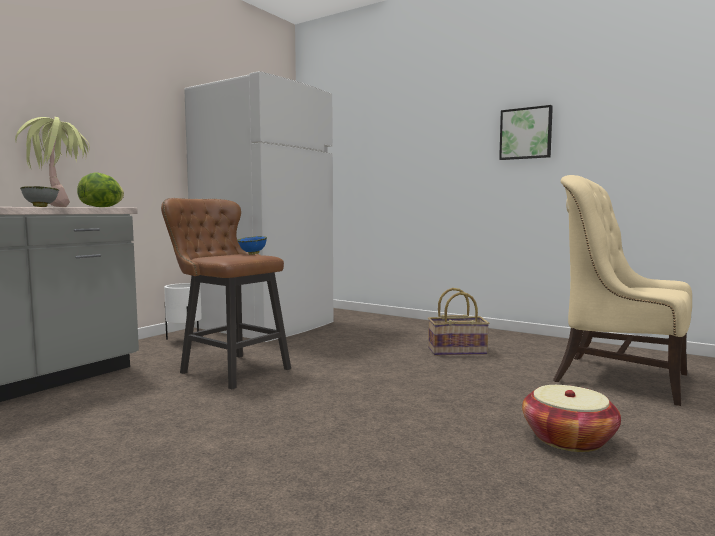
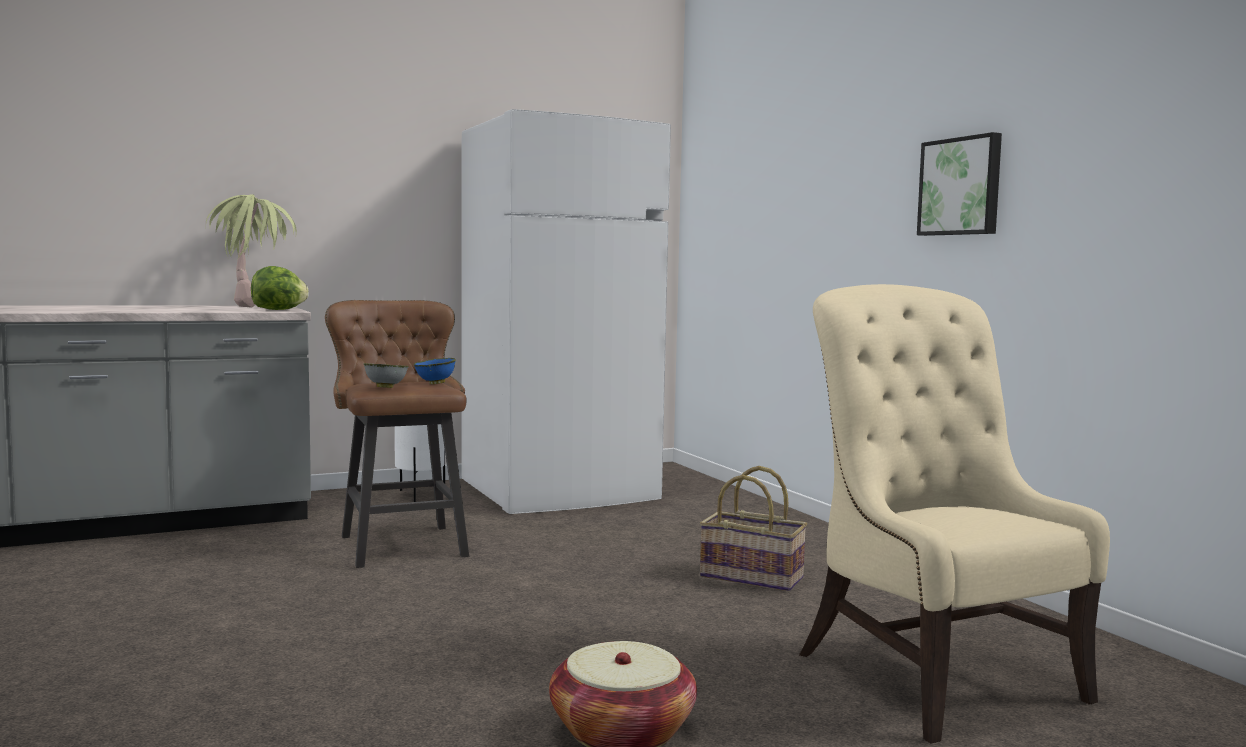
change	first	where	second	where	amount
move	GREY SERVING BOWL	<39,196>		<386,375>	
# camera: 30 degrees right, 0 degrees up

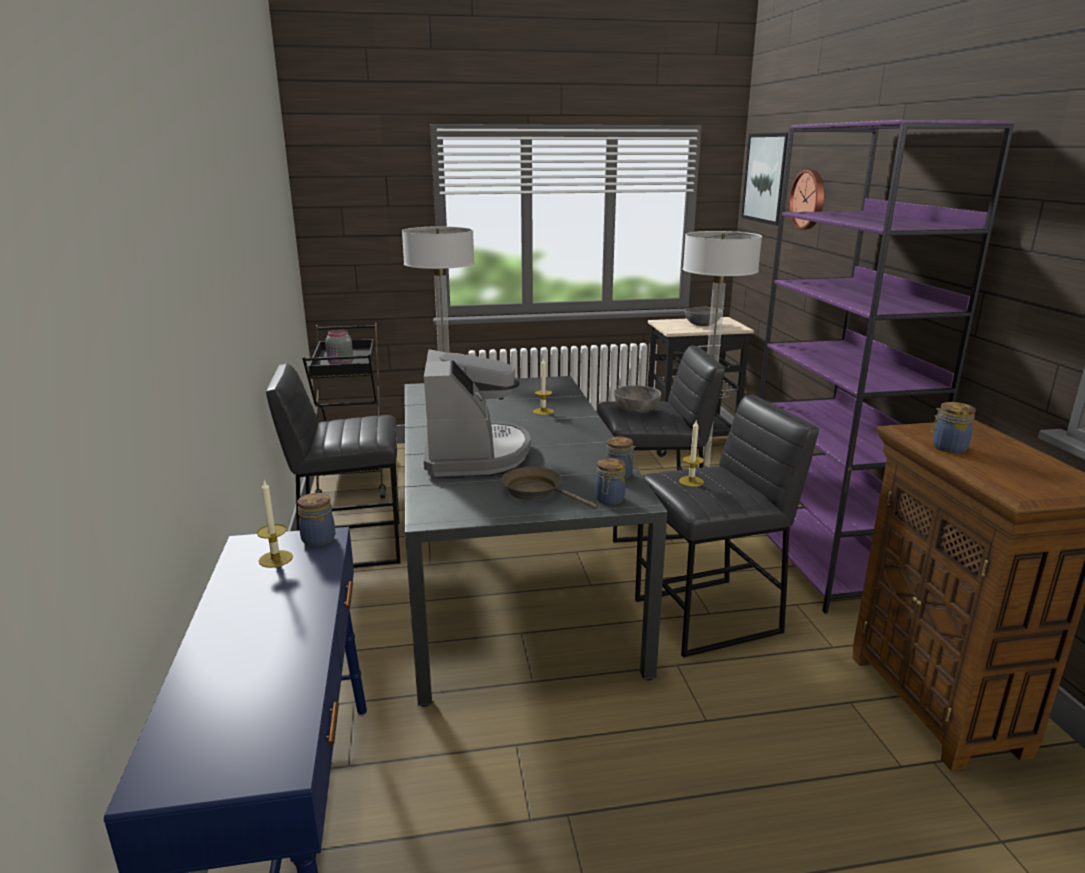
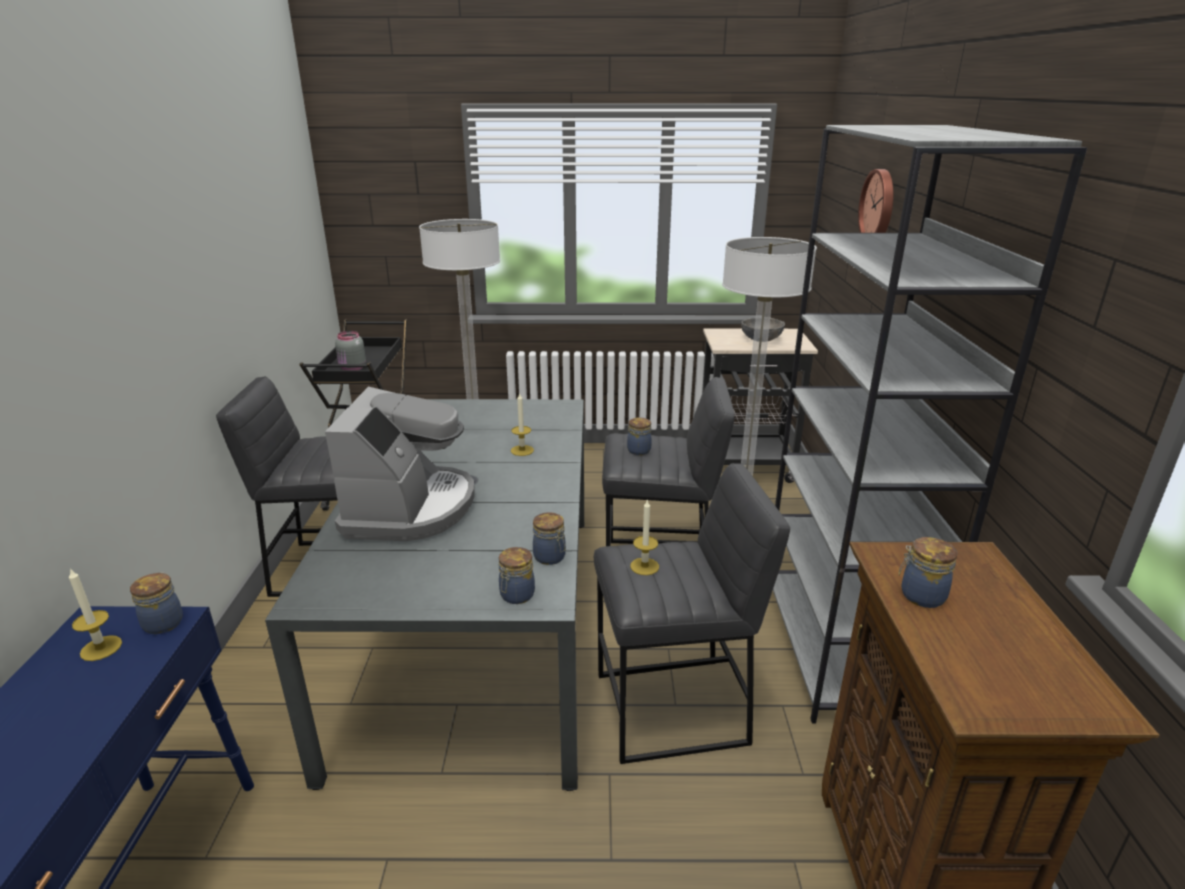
change	first	where	second	where	amount
delete	BROWNISH PAN	<550,488>			
replace	GREY SERVING BOWL	<637,399>	STORAGE JAR	<639,436>	
delete	WALL ART	<764,179>			
recolor	PURPLISH SHELVING UNIT	<886,367>	GREY SHELVING UNIT	<930,424>	
# camera: 10 degrees right, 5 degrees up

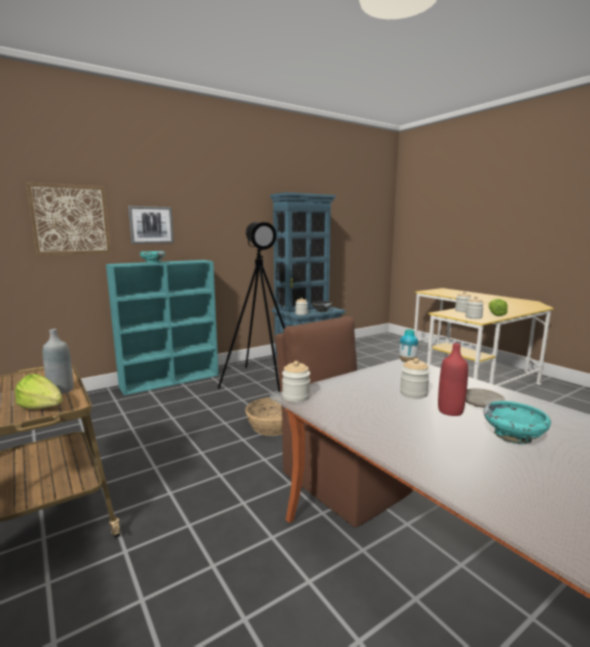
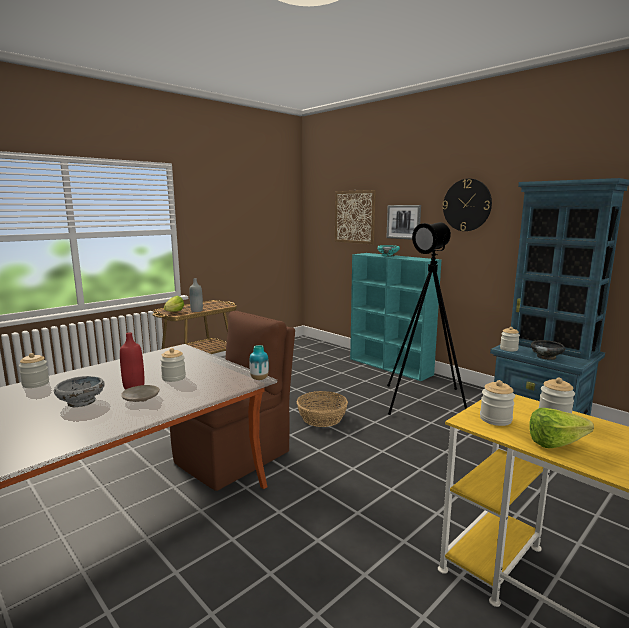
change	first	where	second	where	amount
move	STORAGE JAR	<296,381>		<34,370>	
recolor	BLUE-GREEN SERVING BOWL	<517,422>	GREY SERVING BOWL	<79,392>	
insert			WALL CLOCK	<467,205>	
# camera: 80 degrees right, 0 degrees up

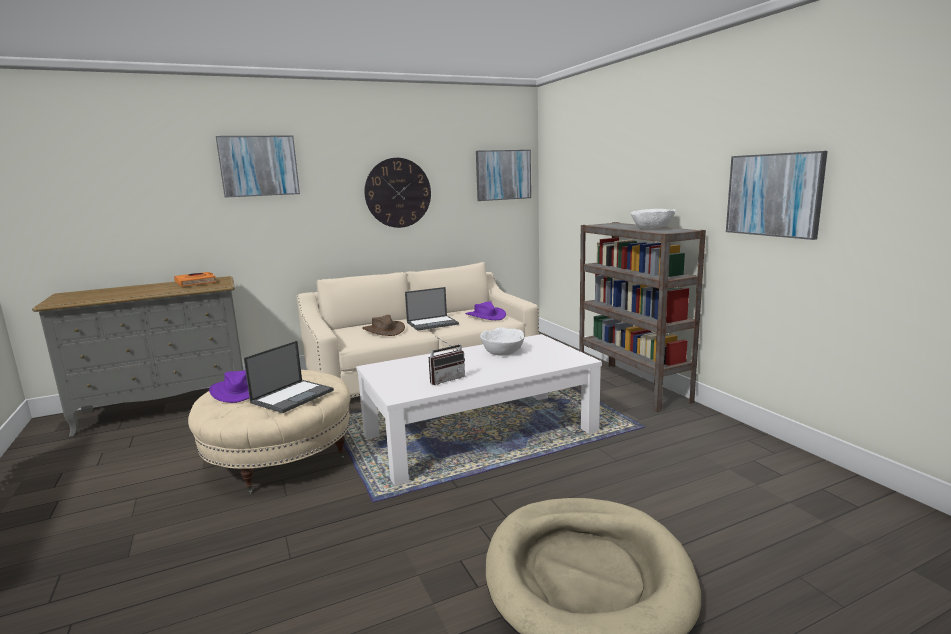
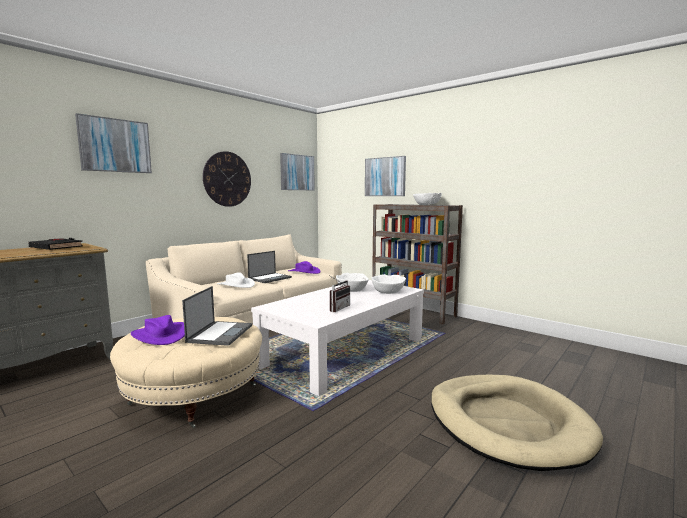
change	first	where	second	where	amount
recolor	ORANGEY VOLUME	<195,279>	BLACK VOLUME	<55,244>	
recolor	BROWNISH CLOTHING HAT	<383,325>	WHITE-COLOURED CLOTHING HAT	<236,280>	
move	WALL ART	<776,195>		<385,176>	
insert			WHITE-COLOURED SERVING BOWL	<389,284>	
# camera: 25 degrees left, 5 degrees down

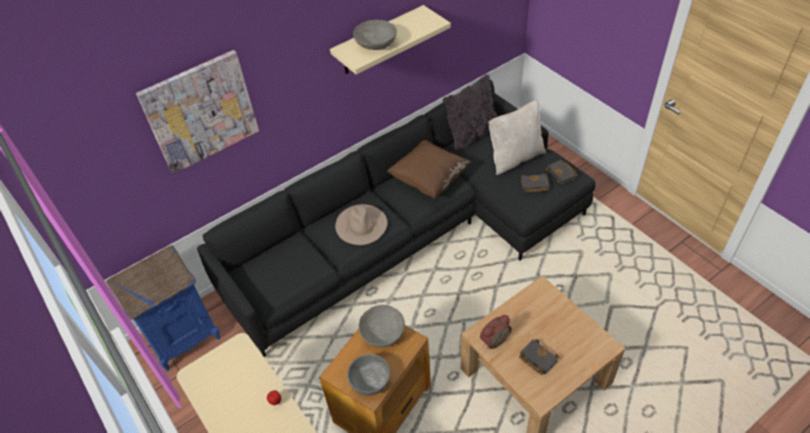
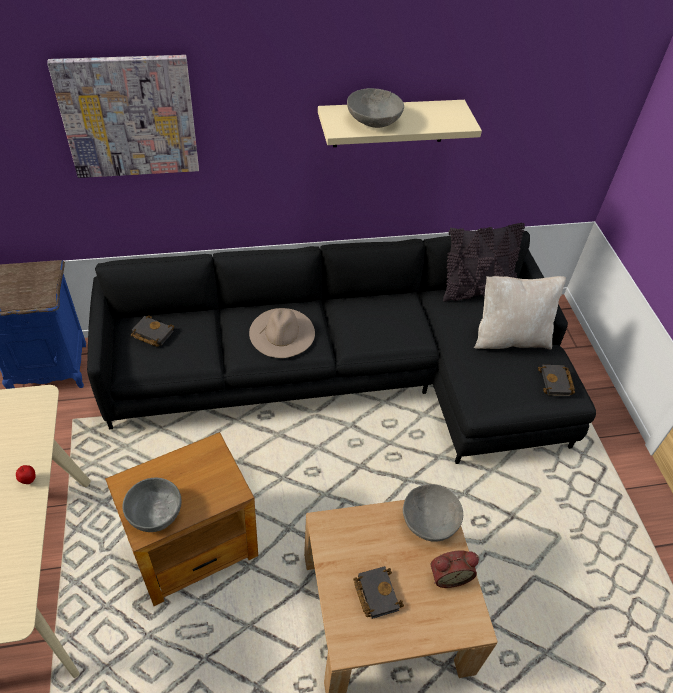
change	first	where	second	where	amount
move	GREY SERVING BOWL	<382,326>		<433,513>	
delete	BROWNISH THROW PILLOW	<429,169>			
move	ALARM CLOCK	<496,332>		<455,569>	
move	BLACK VOLUME	<535,182>		<152,331>	
# camera: 20 degrees right, 0 degrees up

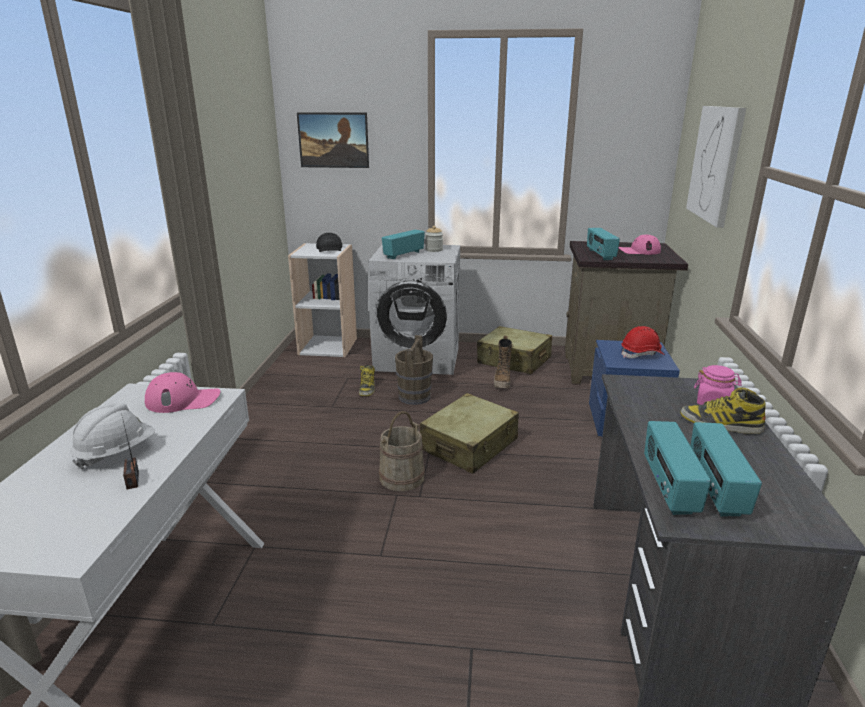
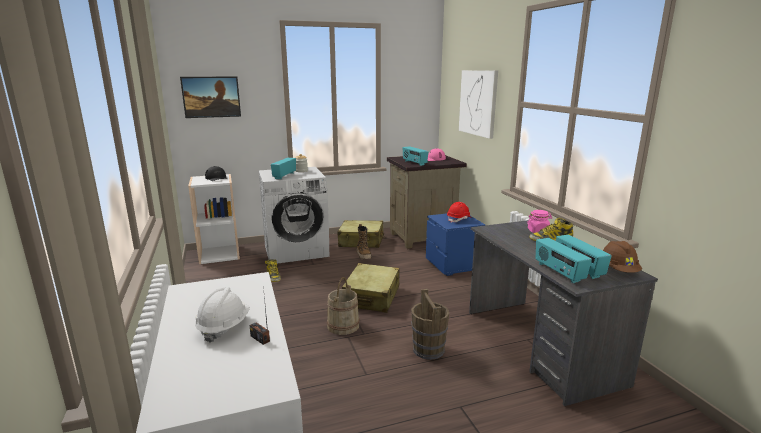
change	first	where	second	where	amount
delete	PINK CAP	<183,392>			
move	BROWNISH BUCKET	<414,370>		<430,324>	
insert			BROWNISH WORK HELMET	<622,257>	
# camera: 25 degrees left, 5 degrees down

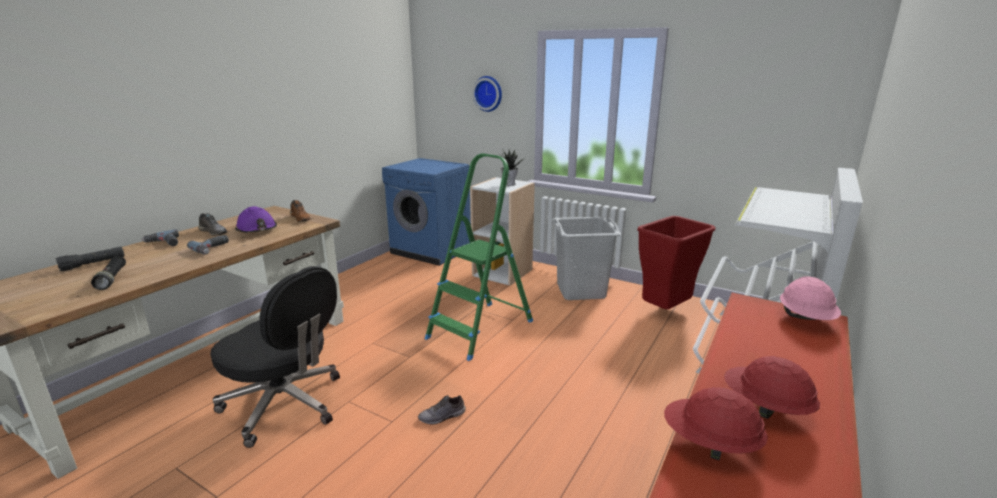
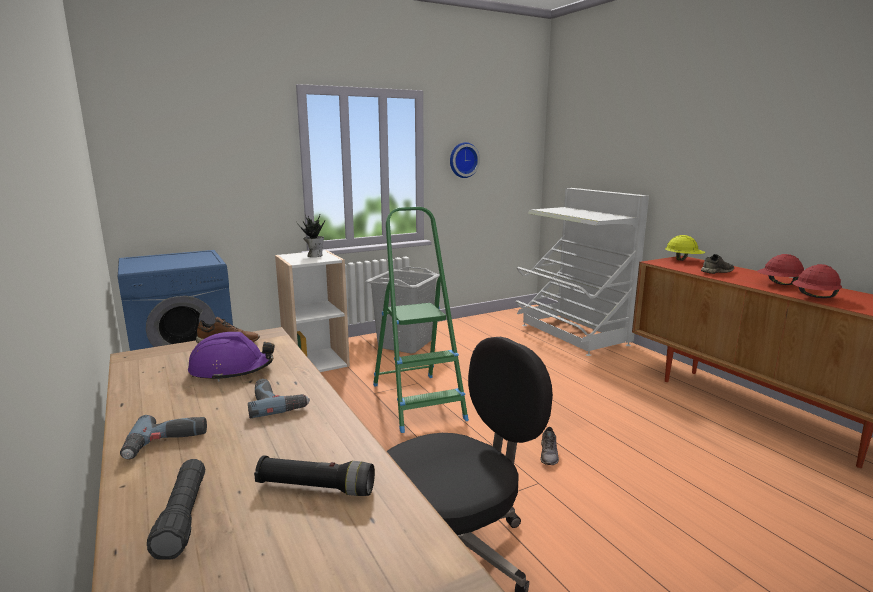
change	first	where	second	where	amount
move	GREY SHOE	<212,224>		<717,264>	
move	WALL CLOCK	<487,94>		<465,160>	
delete	RED-COLOURED RUBBISH BIN	<676,262>			
recolor	PINK WORK HELMET	<810,298>	YELLOW WORK HELMET	<685,248>	
# camera: 60 degrees left, 5 degrees down

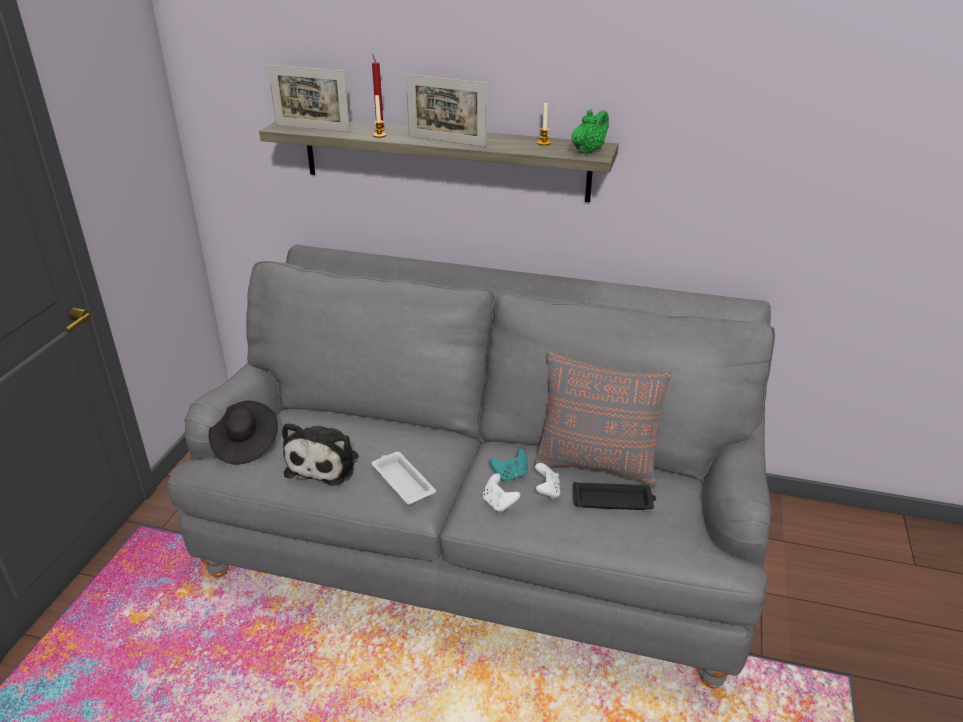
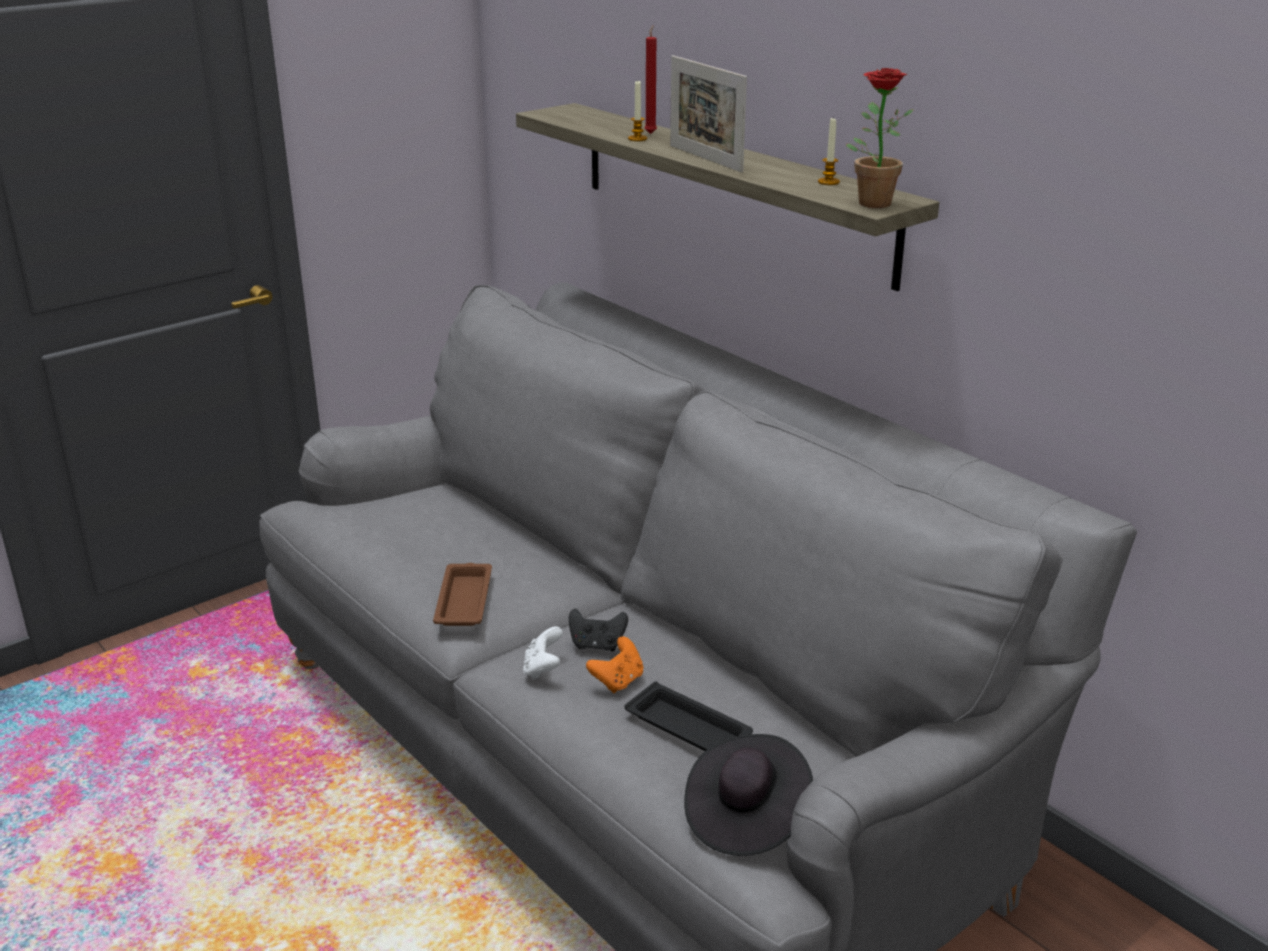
change	first	where	second	where	amount
move	BLACK CLOTHING HAT	<243,432>		<748,795>	
delete	STANDING FRAME	<309,98>			
delete	CUDDLY TOY	<320,454>			
recolor	WHITE-COLOURED TRAY	<403,478>	BROWNISH TRAY	<462,594>	
recolor	BLUE-GREEN JOYPAD	<508,465>	BLACK JOYPAD	<598,630>	
delete	GREY THROW PILLOW	<603,419>			
recolor	WHITE-COLOURED JOYPAD	<547,481>	ORANGEY JOYPAD	<614,664>	
replace	GREEN-COLOURED TEA POT	<590,132>	POTTED PLANT	<880,138>	
# camera: 35 degrees right, 5 degrees down

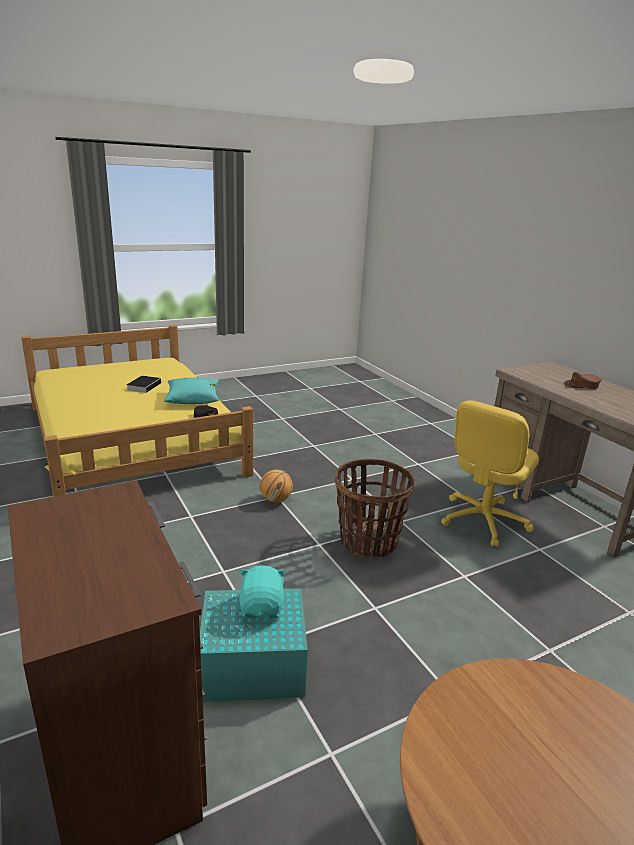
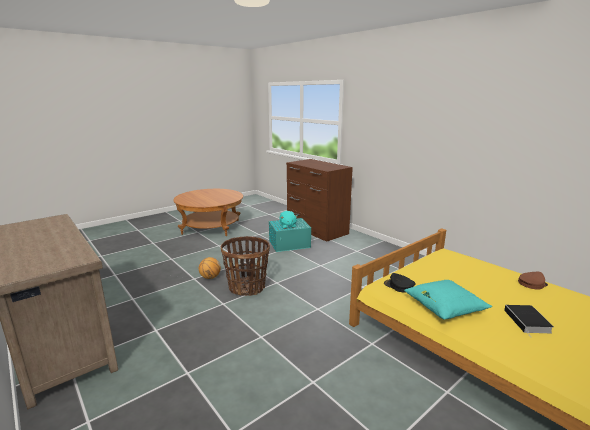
change	first	where	second	where	amount
move	BASKETBALL	<276,486>		<210,268>	
delete	YELLOW COMPUTER CHAIR	<490,474>			
move	BROWNISH CAP	<583,380>		<533,280>	
# camera: 170 degrees right, 5 degrees down

